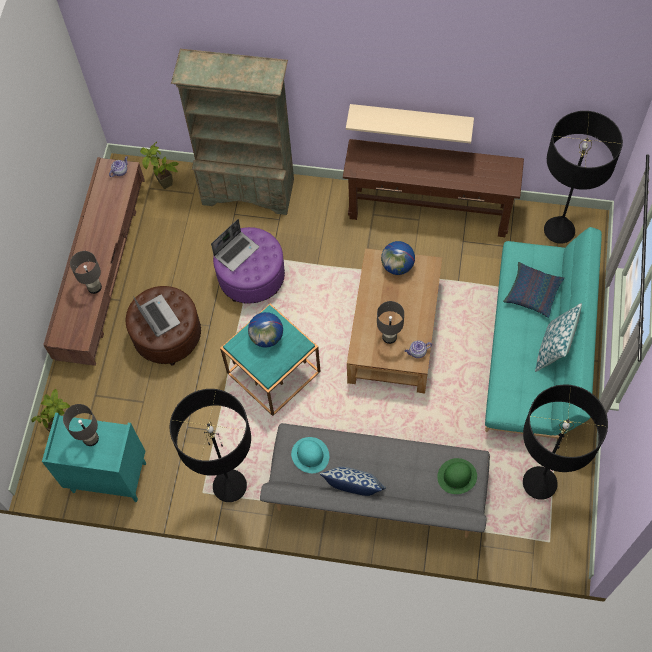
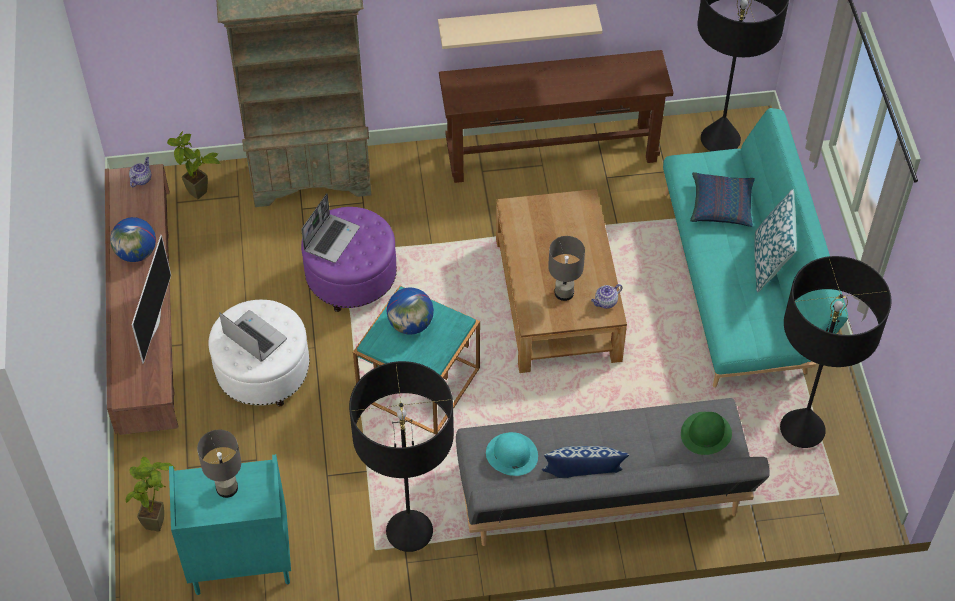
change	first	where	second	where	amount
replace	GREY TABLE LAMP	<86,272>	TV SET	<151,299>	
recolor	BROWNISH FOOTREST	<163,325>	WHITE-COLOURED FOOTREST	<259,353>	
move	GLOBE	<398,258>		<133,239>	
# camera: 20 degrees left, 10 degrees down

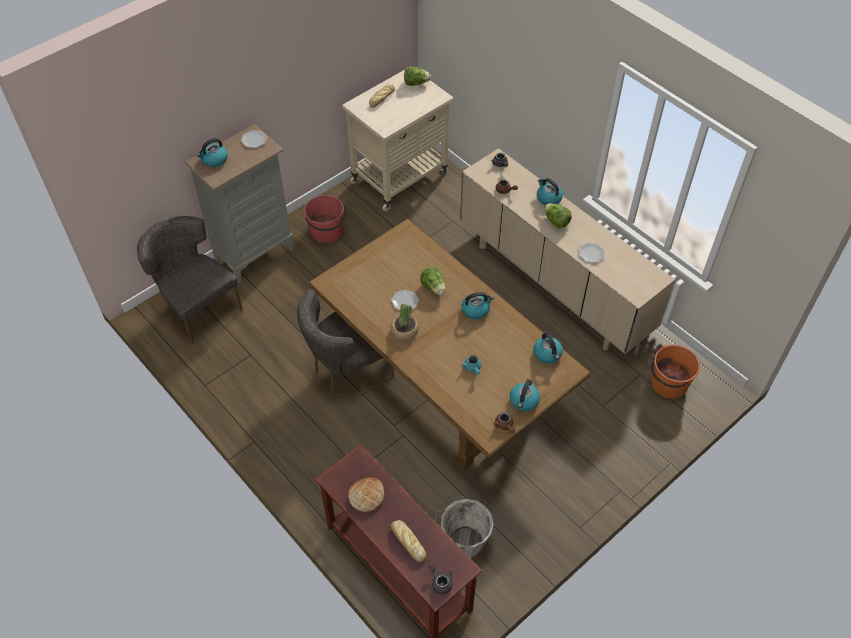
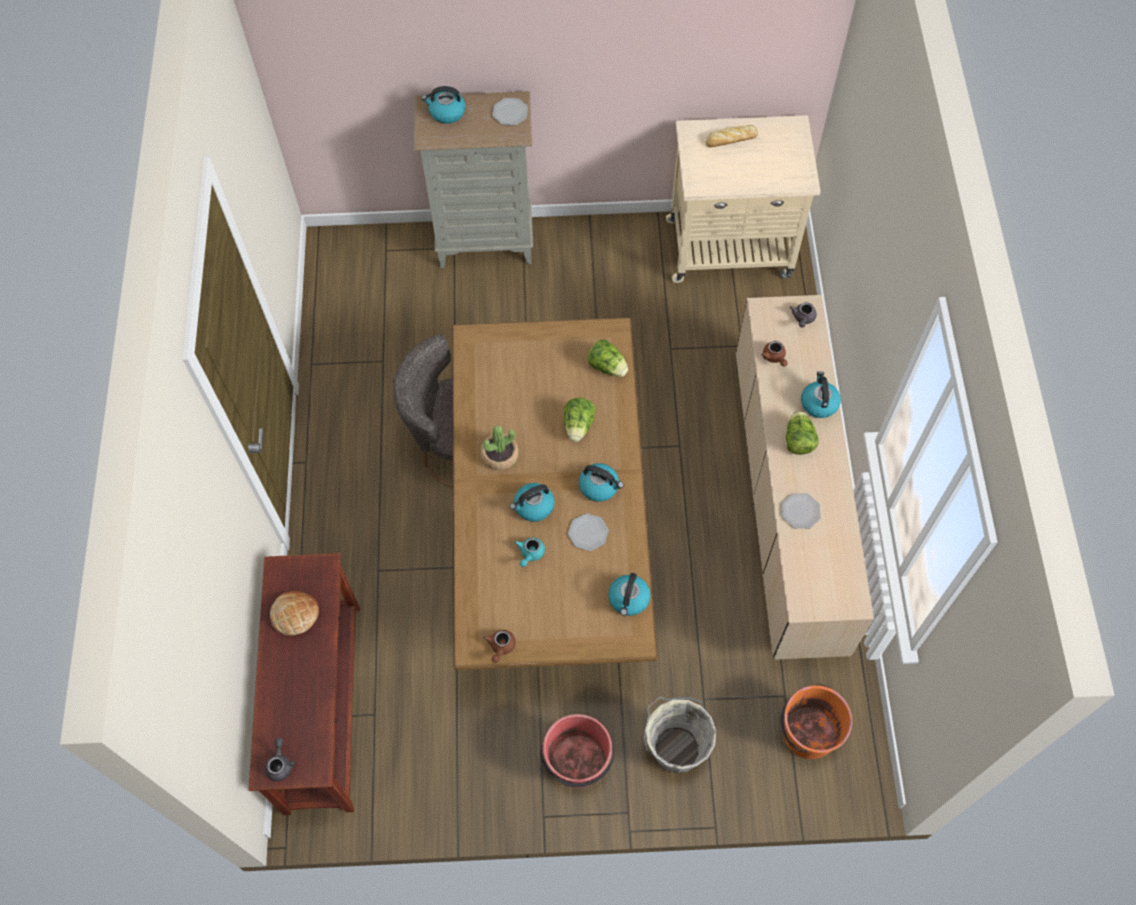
change	first	where	second	where	amount
delete	GREY CHAIR	<190,280>			
move	RED-COLOURED BUCKET	<325,219>		<577,751>	
move	FLAT DISH	<405,299>		<588,532>	
delete	BREAD	<408,541>			
move	HEAD OF LETTUCE	<417,76>		<608,358>	
move	GREY BUCKET	<464,527>		<680,735>	
move	WATER KETTLE	<525,395>		<532,502>	
# camera: 40 degrees right, 10 degrees up

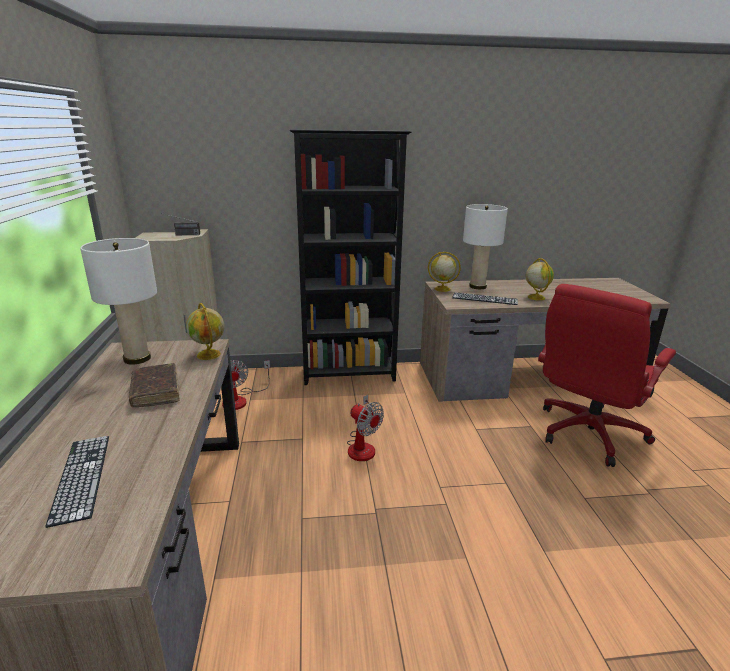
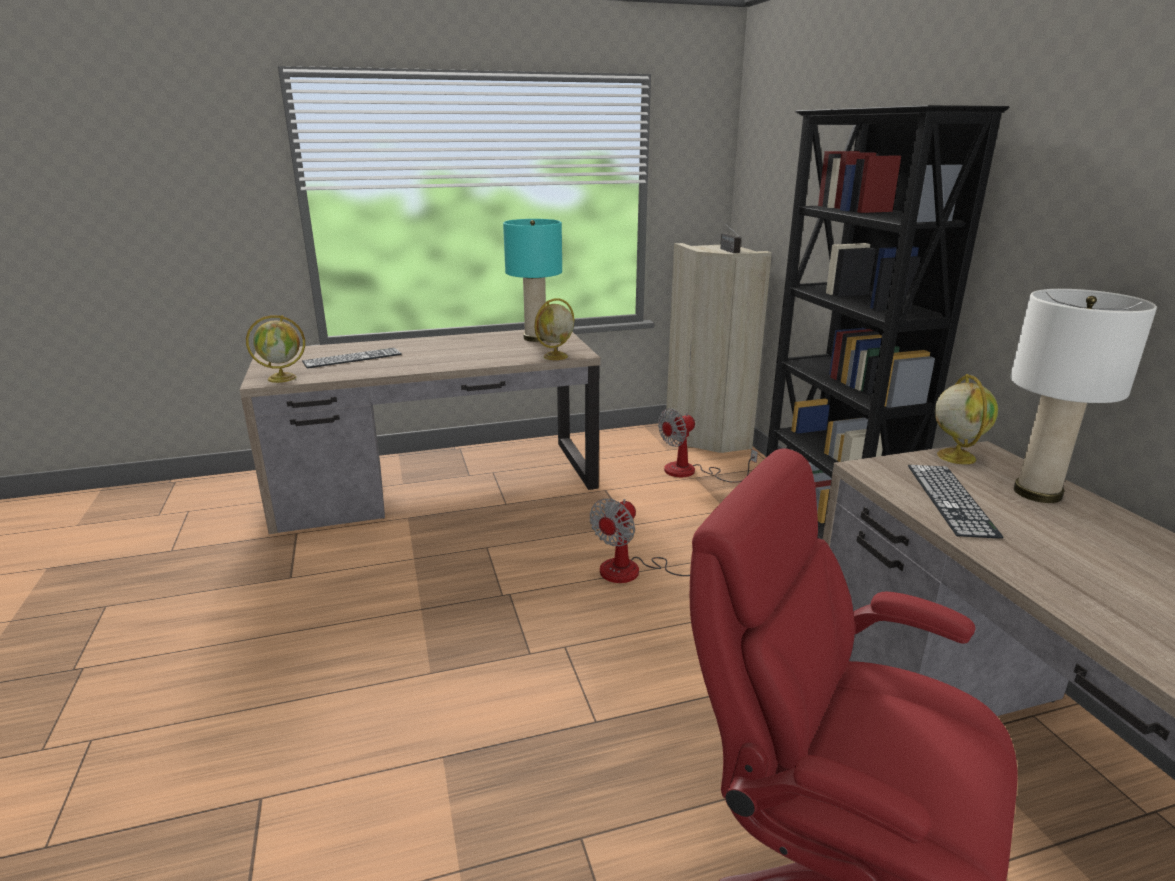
change	first	where	second	where	amount
recolor	WHITE-COLOURED TABLE LAMP	<118,301>	BLUE-GREEN TABLE LAMP	<532,280>	
delete	BROWNISH VOLUME	<154,385>			
move	GLOBE	<540,279>		<275,349>	
# camera: 80 degrees right, 0 degrees up

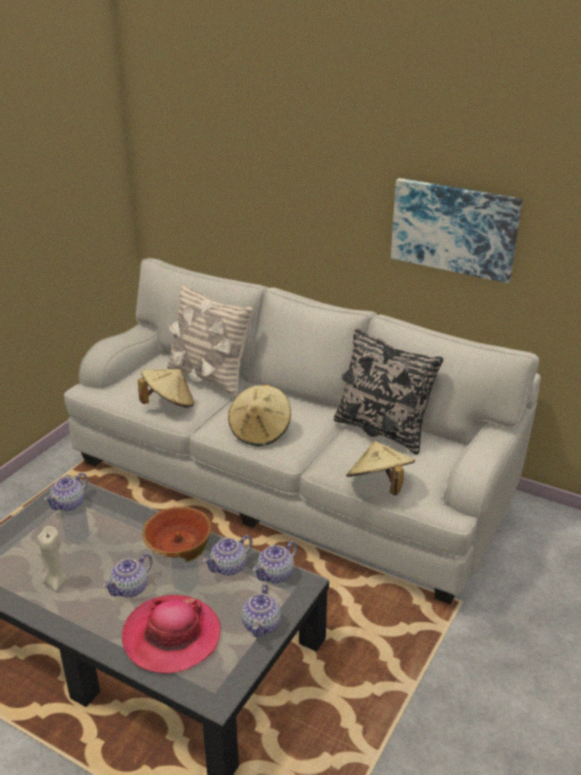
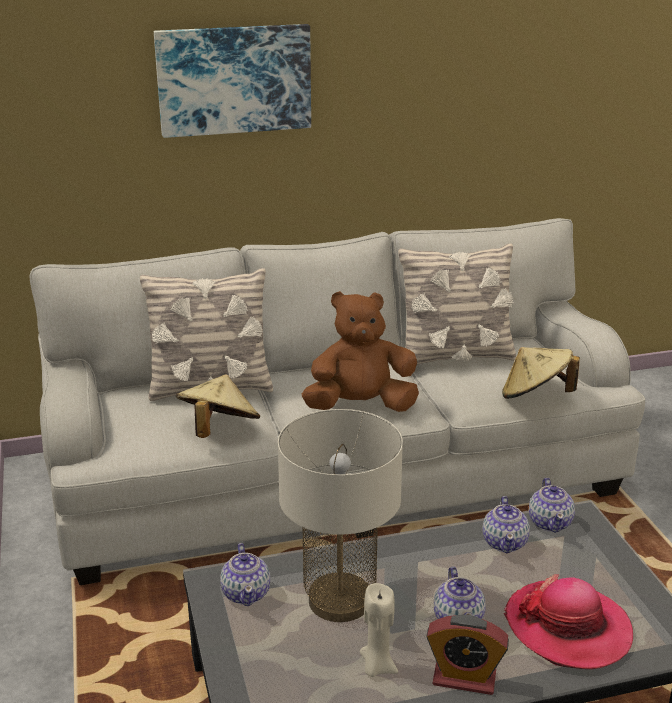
change	first	where	second	where	amount
delete	SERVING BOWL	<176,534>			
replace	BEIGE CLOTHING HAT	<259,415>	BROWNISH CUDDLY TOY	<360,351>	
delete	TEA POT	<261,611>			
recolor	BLACK THROW PILLOW	<388,391>	BEIGE THROW PILLOW	<457,304>	
move	WALL ART	<457,230>		<232,81>	
insert			TABLE LAMP	<340,515>	
insert			ALARM CLOCK	<467,655>	
# camera: 45 degrees left, 5 degrees down

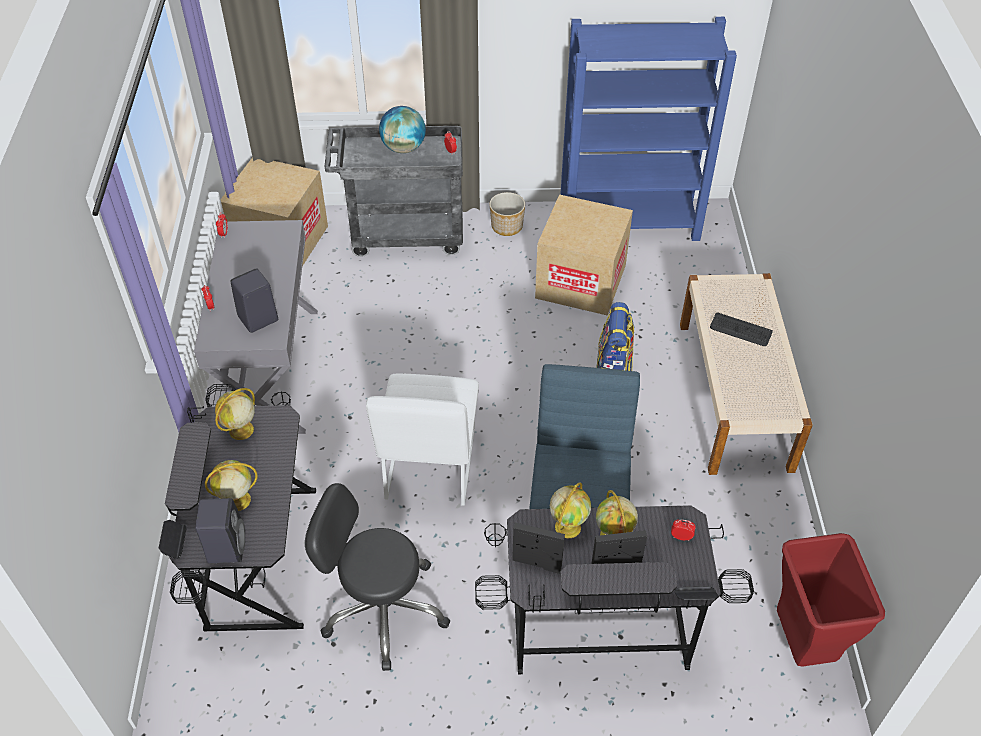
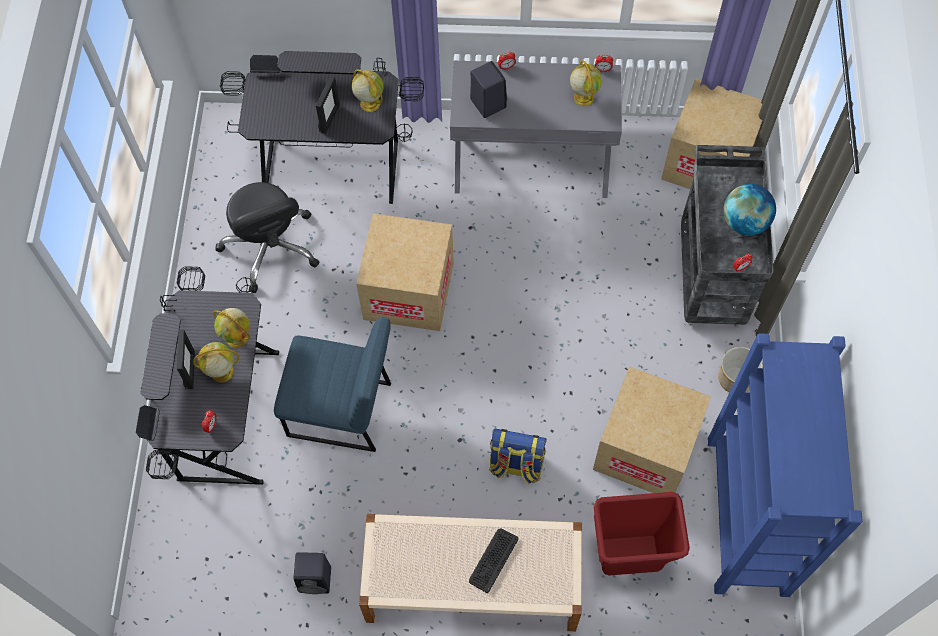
change	first	where	second	where	amount
move	BLACK SPEAKER	<220,530>		<312,573>	
move	GLOBE	<231,485>		<586,83>	
rotate	BLACK COMPUTER CHAIR	<377,577>		<267,237>	135 degrees clockwise
replace	WHITE-COLOURED CHAIR	<422,439>	PACKING BOX	<405,272>	
move	STANDING FRAME	<538,548>		<328,105>	
move	RED-COLOURED RUBBISH BIN	<831,599>		<642,533>	
# camera: 95 degrees right, 15 degrees up

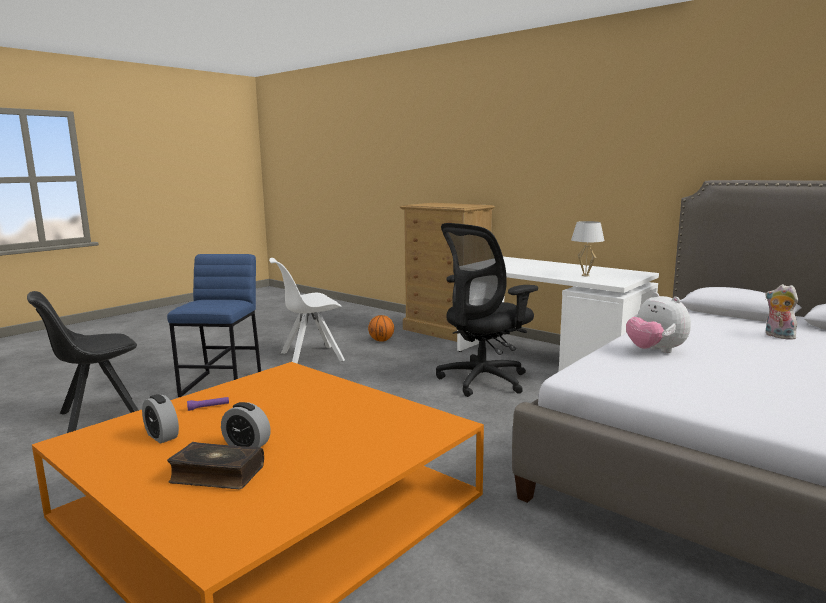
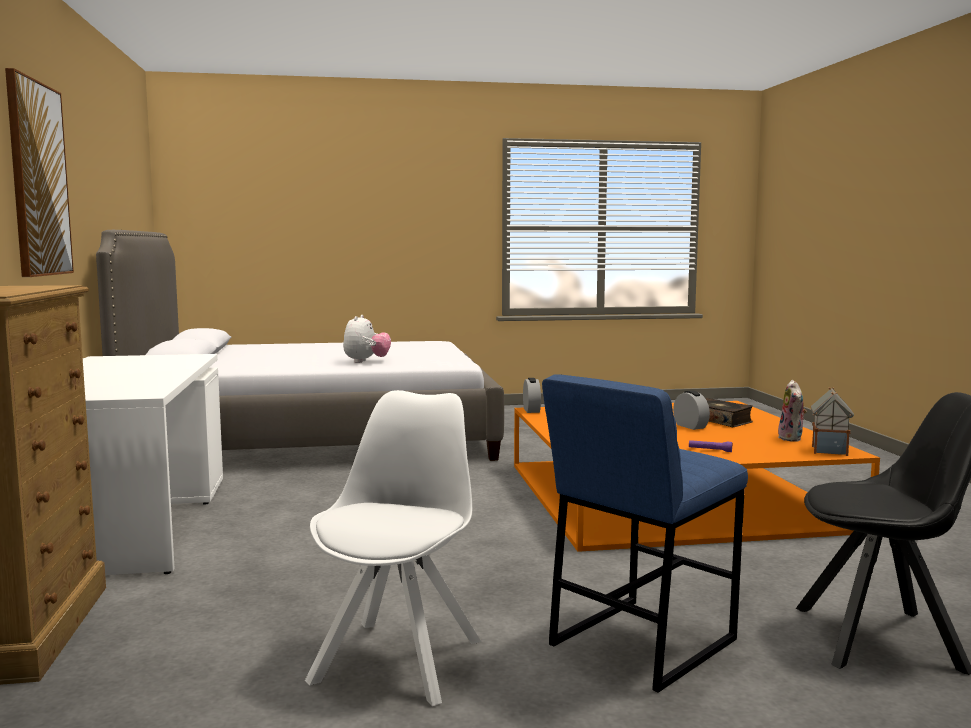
change	first	where	second	where	amount
move	ALARM CLOCK	<160,419>		<532,395>	
rotate	WHITE-COLOURED CHAIR	<307,311>		<393,548>	90 degrees counterclockwise
delete	BASKETBALL	<381,328>			
delete	BLACK COMPUTER CHAIR	<487,310>			
delete	WHITE-COLOURED TABLE LAMP	<587,248>			
move	CUDDLY TOY	<781,312>		<792,411>	
insert			WALL ART	<39,172>	
insert			TOY HOUSE	<832,421>	
# camera: 140 degrees left, 5 degrees down

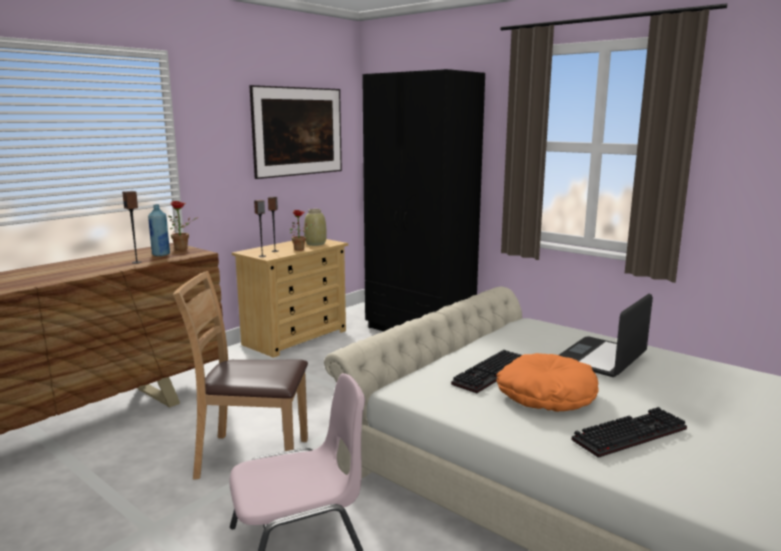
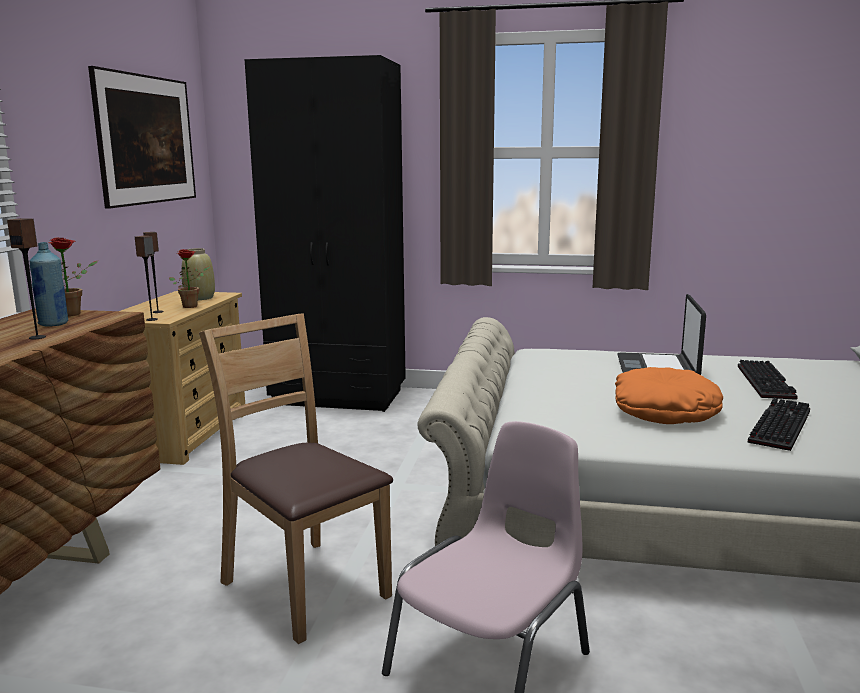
change	first	where	second	where	amount
rotate	BROWNISH CHAIR	<240,375>		<296,478>	75 degrees clockwise
move	COMPUTER KEYBOARD	<486,371>		<768,380>	
# camera: 30 degrees left, 0 degrees up

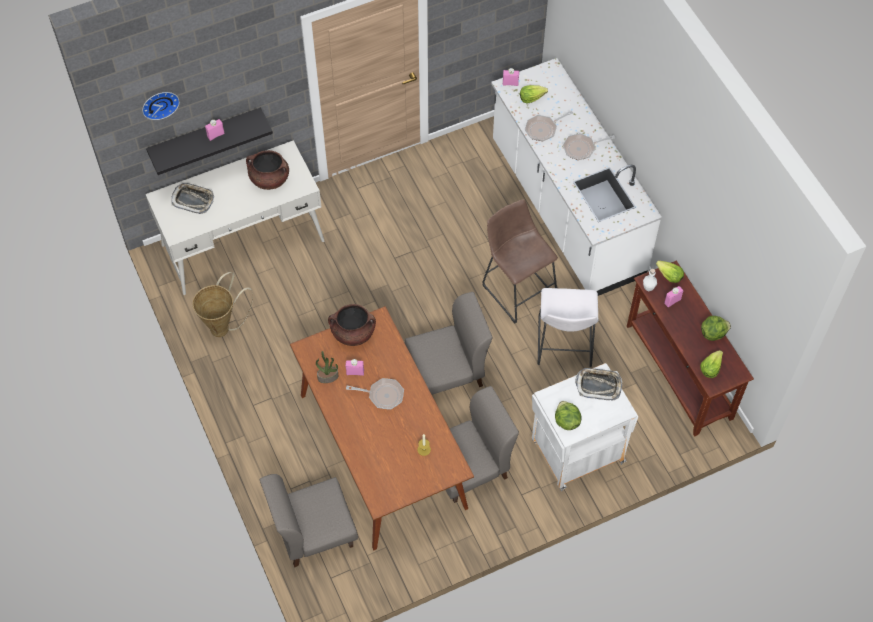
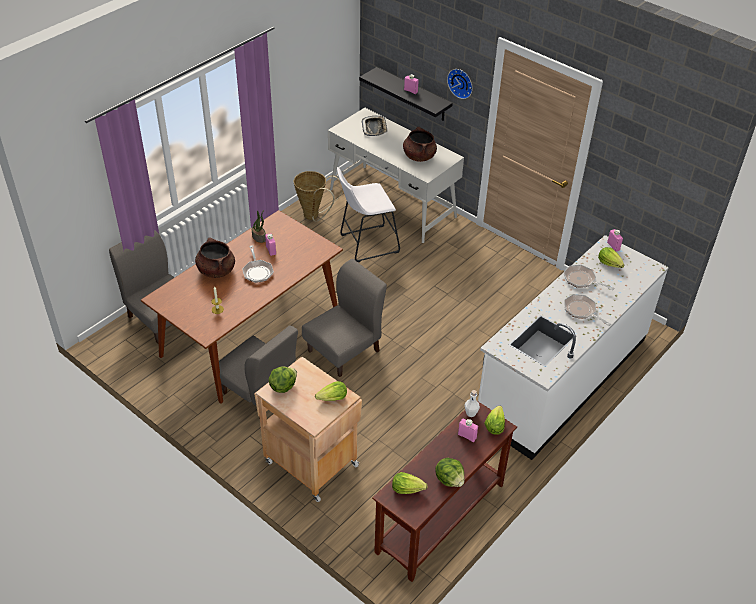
change	first	where	second	where	amount
move	WALL CLOCK	<161,106>		<460,84>	
move	BROWNISH COOKING POT	<352,325>		<215,257>	
rotate	GREY CHAIR	<448,343>		<344,318>	90 degrees counterclockwise
delete	BROWNISH SITTING STOOL	<520,261>			
recolor	WHITE-COLOURED CART	<585,427>	BROWNISH CART	<308,429>	
move	WHITE-COLOURED SITTING STOOL	<568,327>		<368,214>	
replace	TRAY	<598,384>	HEAD OF LETTUCE	<331,391>	
# camera: 65 degrees right, 15 degrees down

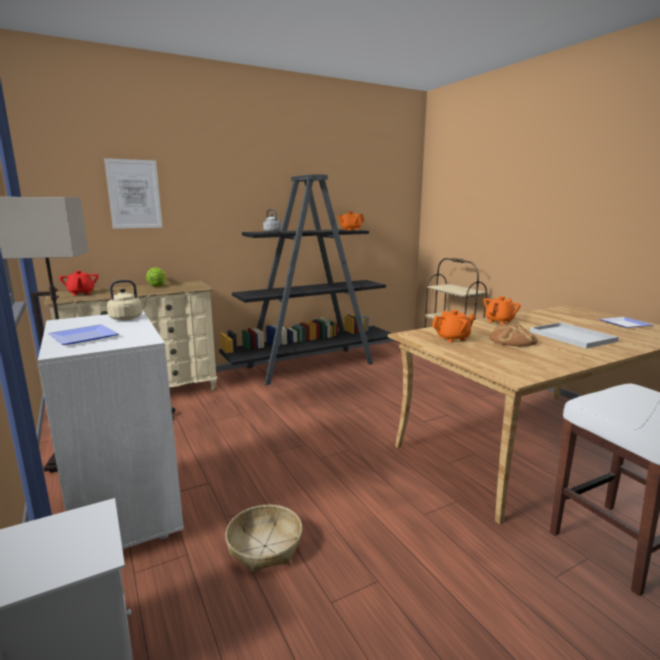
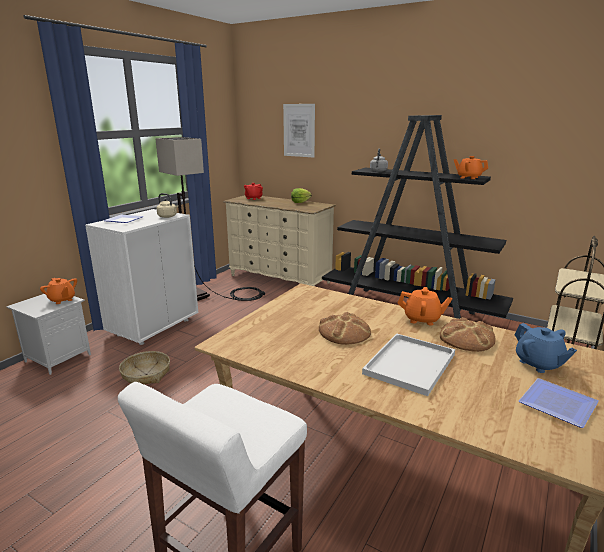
change	first	where	second	where	amount
move	ORANGEY TEA POT	<454,326>		<58,291>	
insert			BREAD	<468,334>	
insert			BLUE TEA POT	<546,348>	
# camera: 60 degrees right, 5 degrees up

